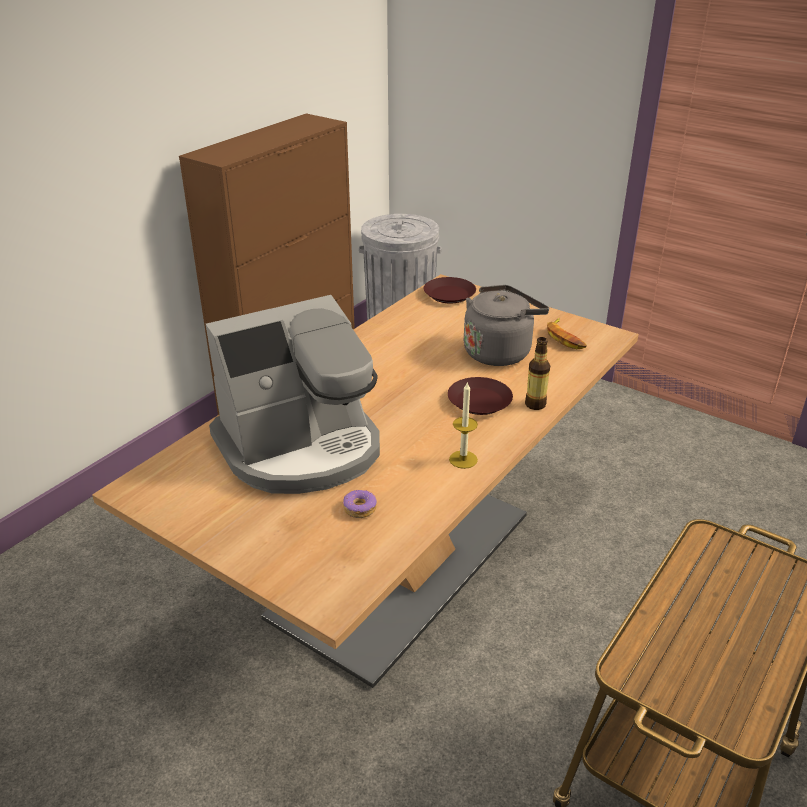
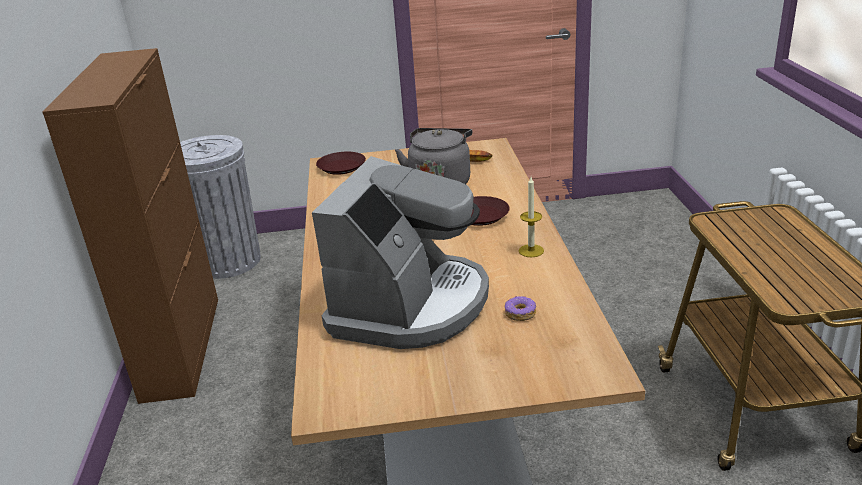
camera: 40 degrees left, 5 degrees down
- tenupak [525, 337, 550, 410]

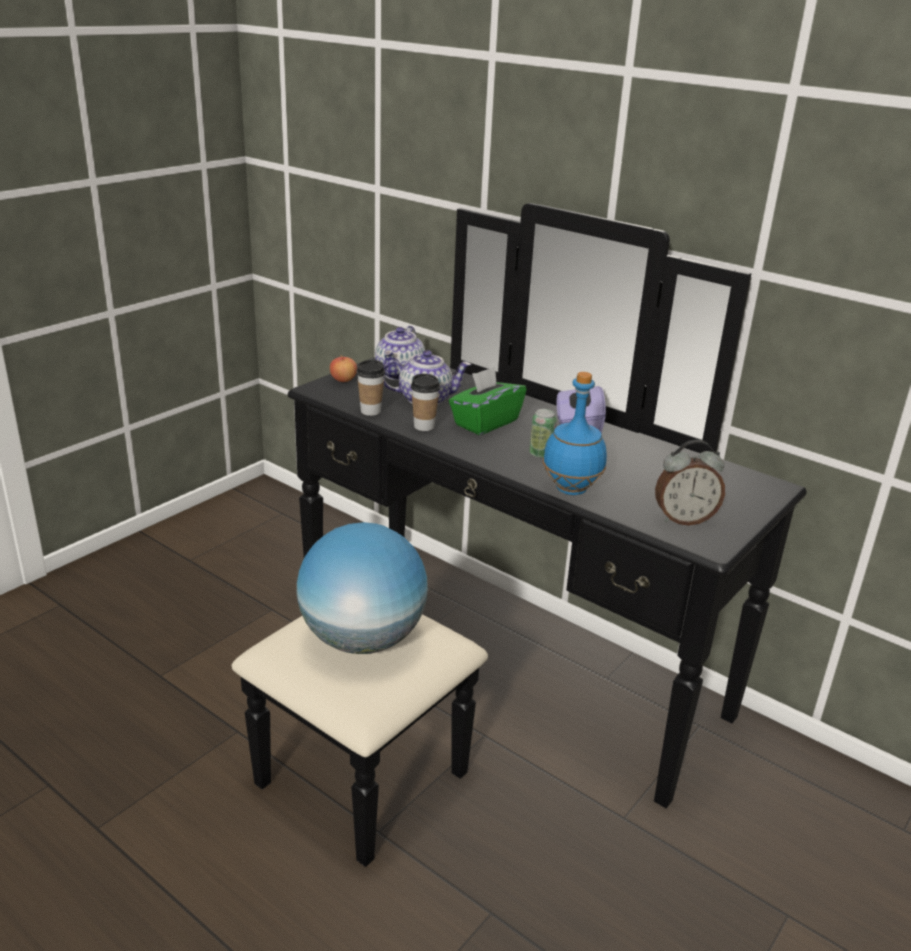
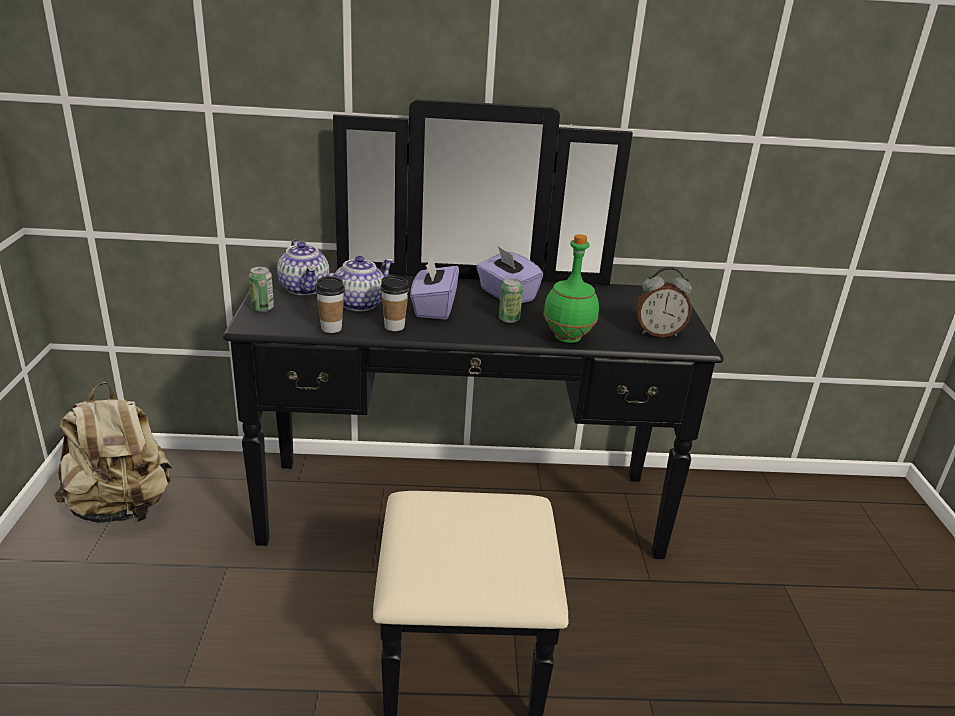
camera: 40 degrees left, 0 degrees up
- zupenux [297, 522, 428, 654]
~ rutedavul [330, 355, 357, 382] to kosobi [249, 267, 274, 312]
~ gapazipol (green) [449, 367, 527, 435] to gapazipol (purple) [410, 256, 459, 320]
~ tenupak (blue) [543, 372, 607, 495] to tenupak (green) [543, 234, 599, 343]
~ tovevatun [655, 440, 725, 526] = [636, 267, 692, 337] 45 degrees clockwise
+ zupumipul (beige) [54, 382, 172, 523]

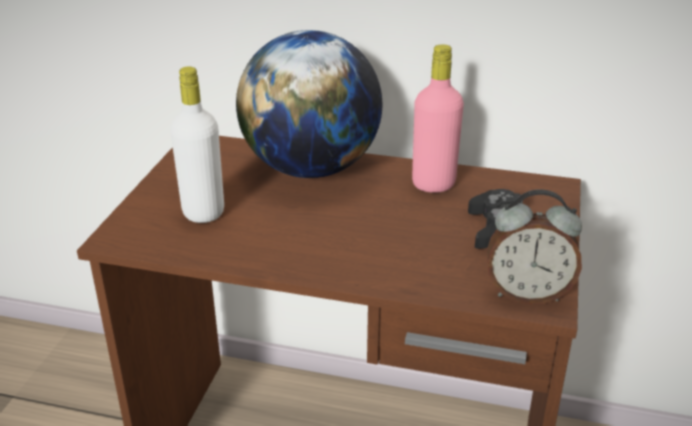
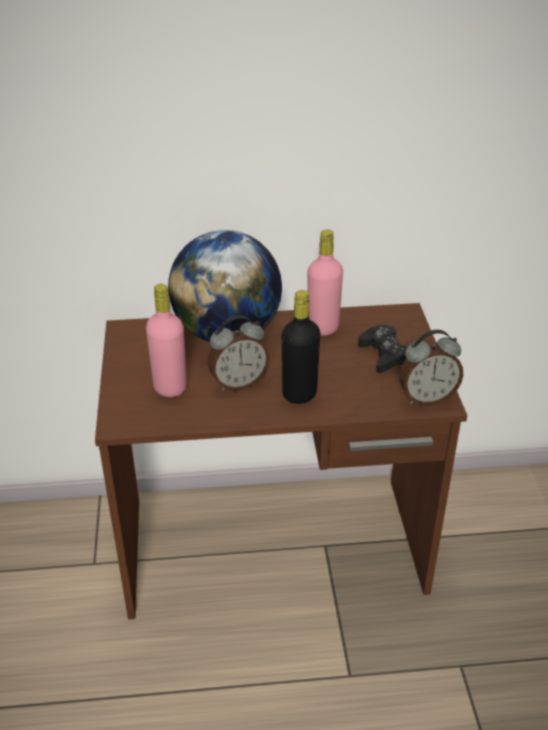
camera: 20 degrees left, 5 degrees up
~ tenupak (white) [170, 67, 224, 223] to tenupak (pink) [146, 284, 187, 397]
+ tovevatun [208, 315, 270, 391]
+ tenupak (black) [282, 290, 320, 404]

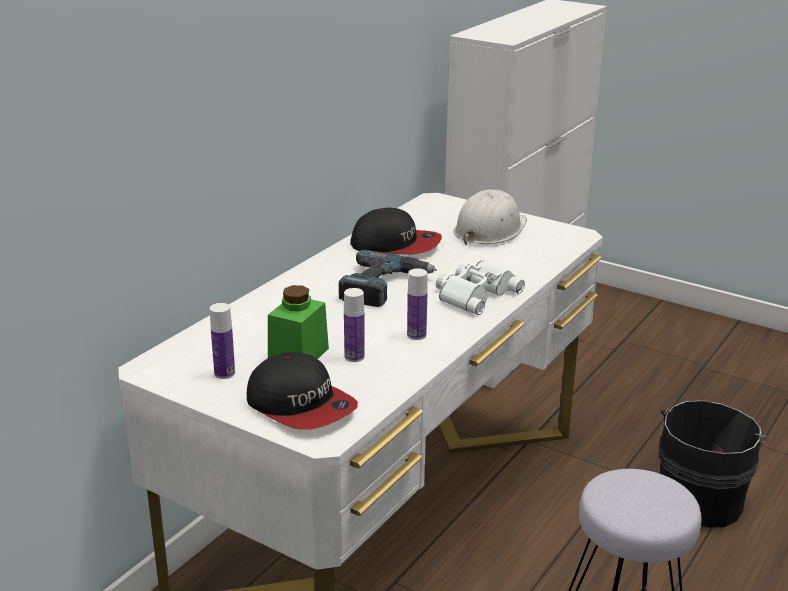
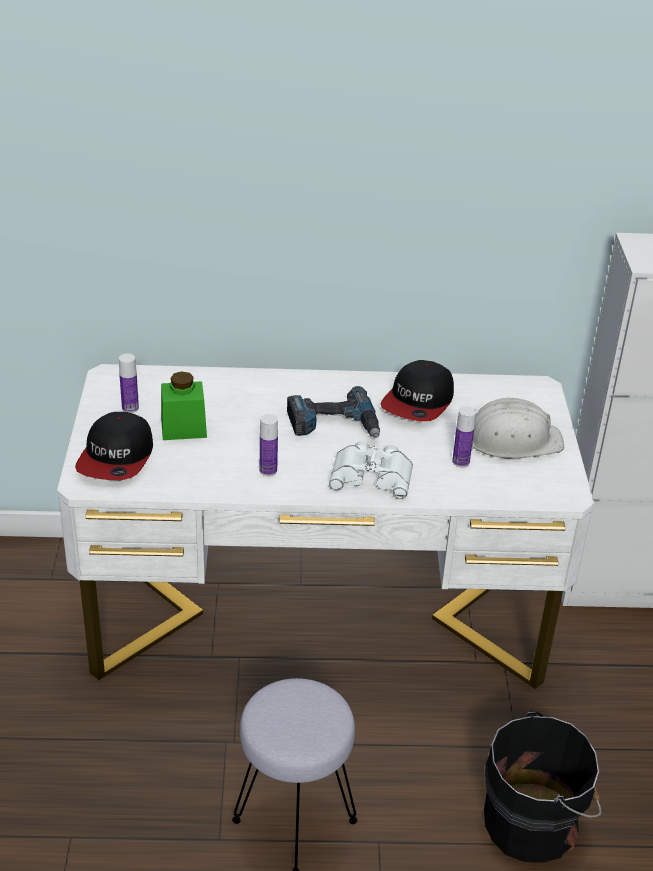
camera: 55 degrees right, 10 degrees up
~ tenupak [344, 288, 365, 362] to [452, 406, 476, 467]
~ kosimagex [350, 208, 442, 254] = [381, 360, 454, 421] 45 degrees clockwise

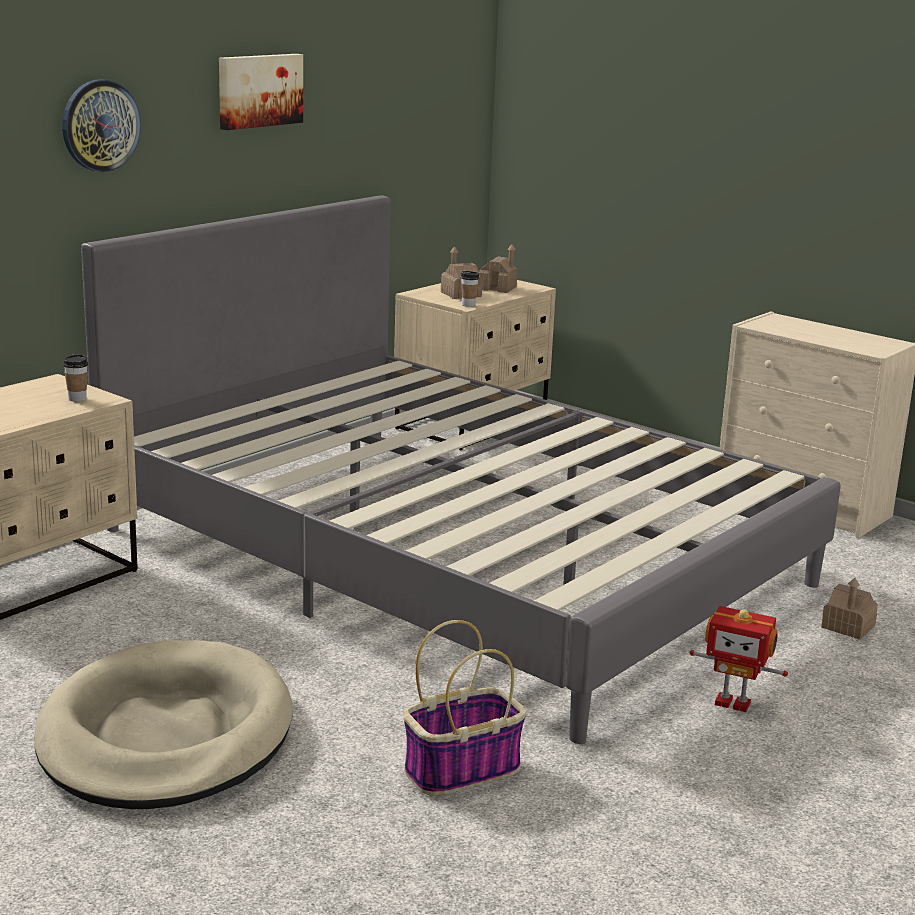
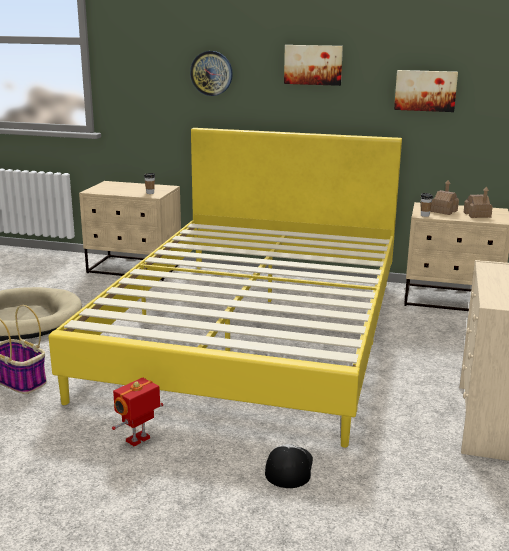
camera: 65 degrees right, 0 degrees up
~ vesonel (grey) [81, 195, 841, 744] to vesonel (yellow) [49, 128, 402, 448]
~ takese [690, 606, 788, 712] = [112, 377, 163, 447] 45 degrees clockwise
~ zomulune [821, 578, 878, 640] to kosimagex [265, 444, 313, 488]
+ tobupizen [394, 70, 458, 112]

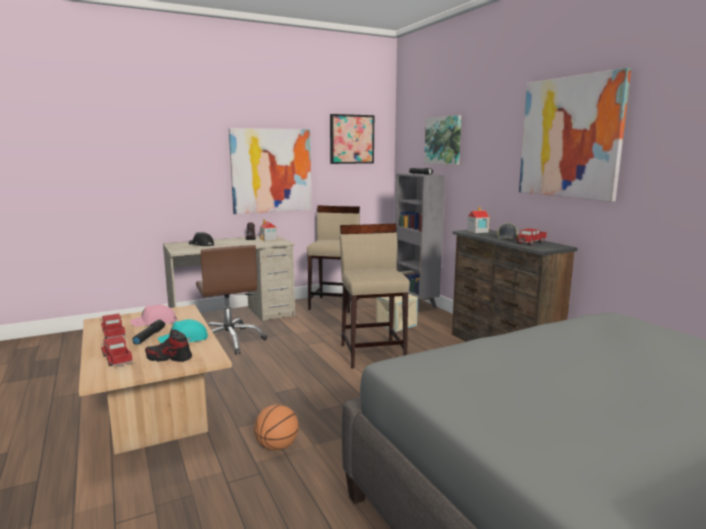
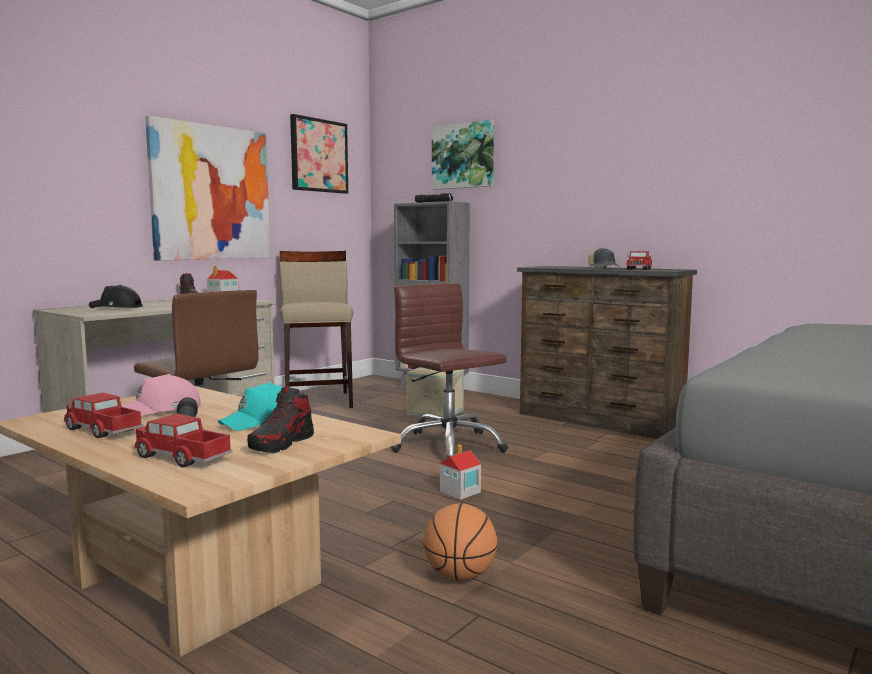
camera: 25 degrees left, 5 degrees down
~ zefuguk [145, 330, 192, 362] = [247, 387, 314, 453] 45 degrees counterclockwise
~ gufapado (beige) [340, 224, 410, 369] to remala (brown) [391, 283, 508, 459]
~ zomulune [467, 207, 490, 233] to [440, 444, 481, 500]
- tobupizen [519, 68, 631, 202]

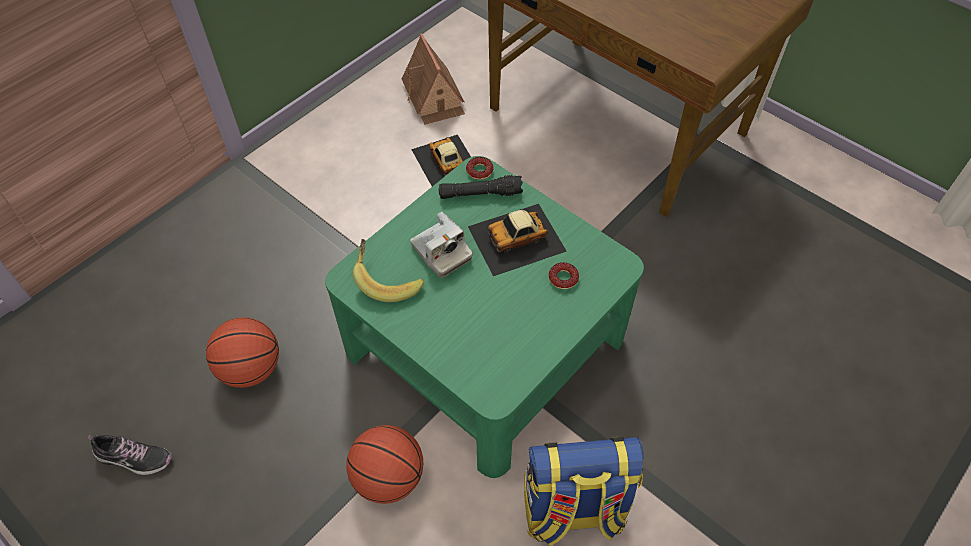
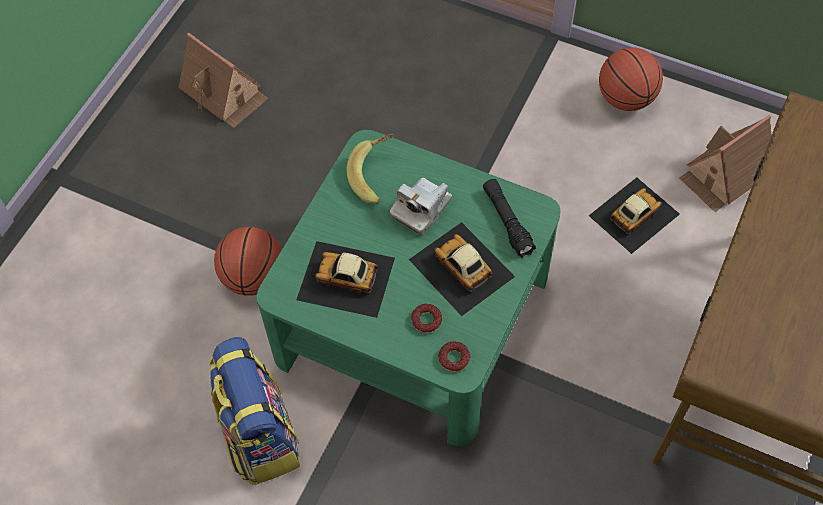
camera: 75 degrees right, 5 degrees up
~ zefuguk [88, 435, 172, 475] to zomulune [178, 33, 268, 128]
~ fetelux [206, 317, 279, 388] to [599, 47, 663, 111]
~ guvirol [466, 157, 493, 180] to [439, 341, 471, 372]
+ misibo [296, 241, 395, 318]

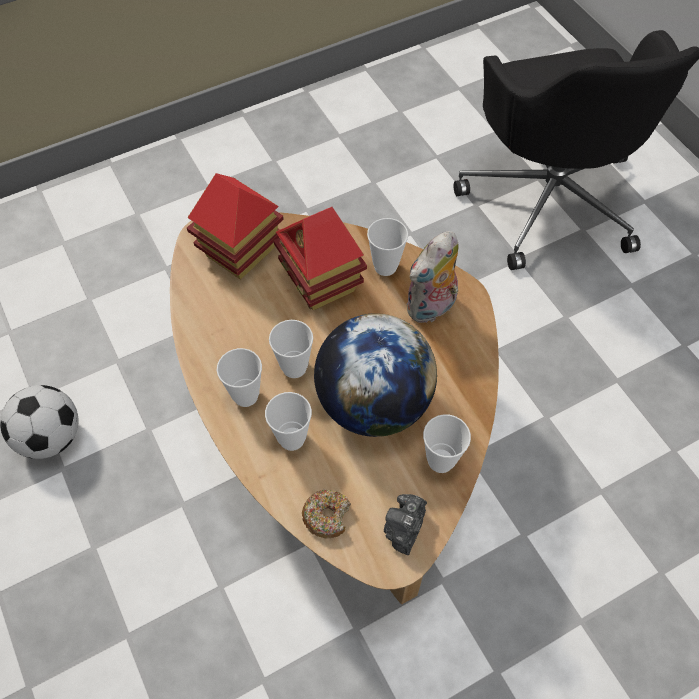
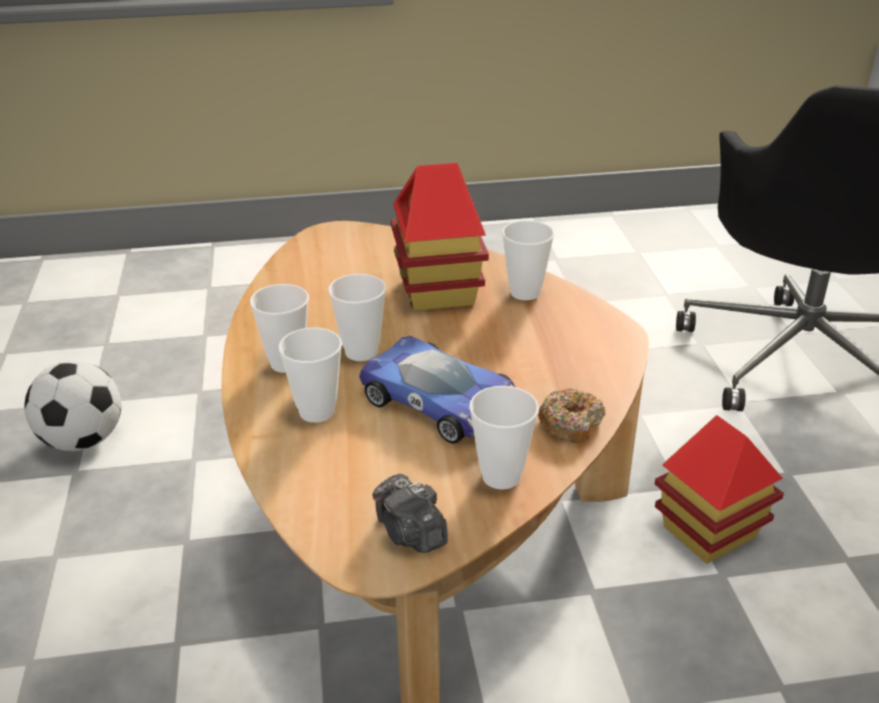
camera: 20 degrees right, 25 degrees down
~ zomulune [187, 173, 284, 280] to [655, 415, 784, 564]
~ guvirol [302, 489, 351, 539] to [538, 388, 605, 443]
~ zupenux [314, 313, 437, 437] to misibo [359, 336, 515, 444]
~ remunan [384, 494, 427, 555] = [372, 474, 448, 553] 75 degrees counterclockwise
- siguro [406, 231, 459, 324]

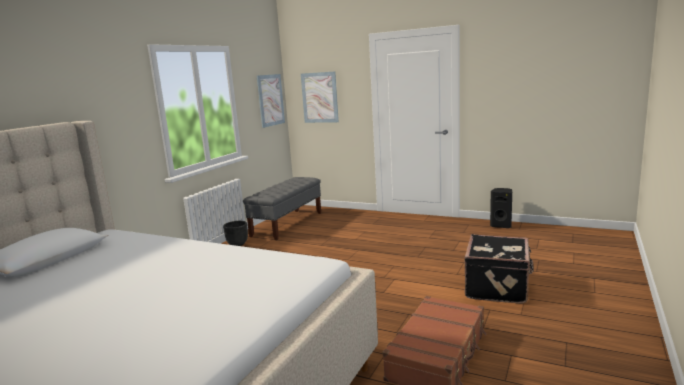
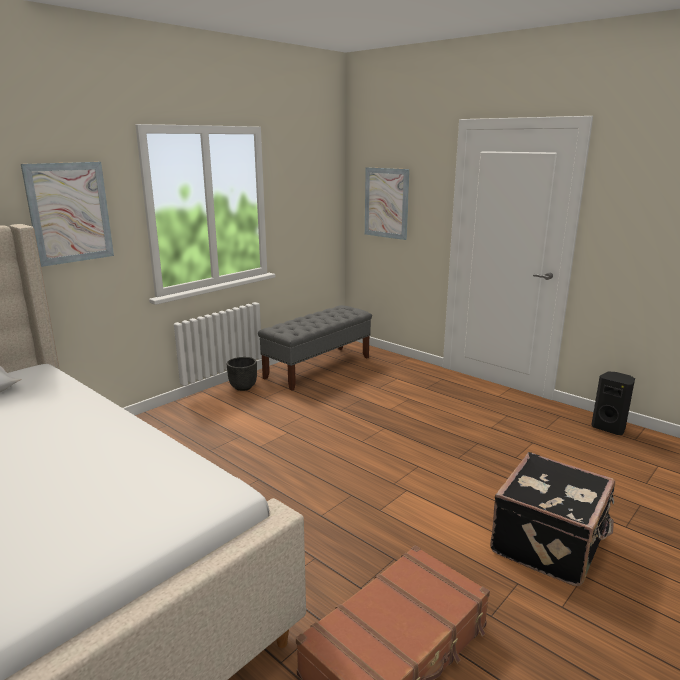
camera: 15 degrees right, 5 degrees up
~ tobupizen [257, 74, 285, 128] to [21, 162, 114, 267]

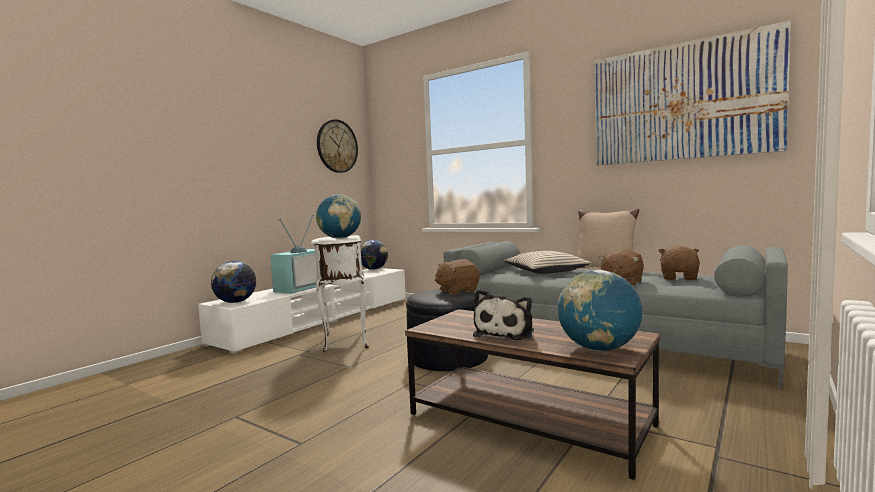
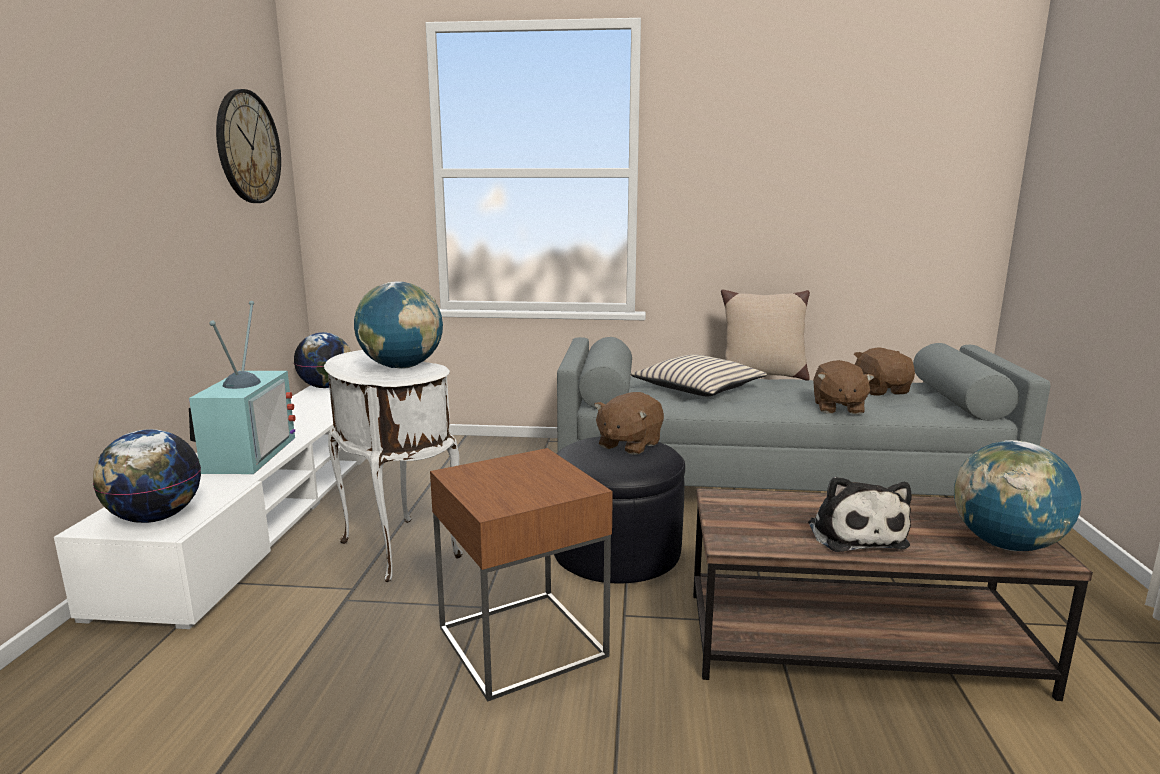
camera: 30 degrees left, 10 degrees up
- tobupizen [595, 21, 791, 165]
+ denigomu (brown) [430, 448, 613, 701]

